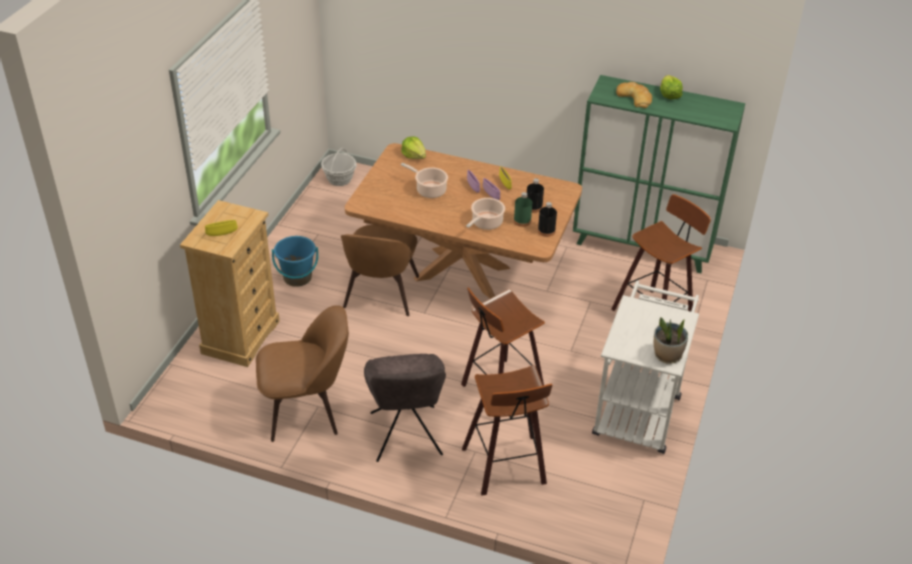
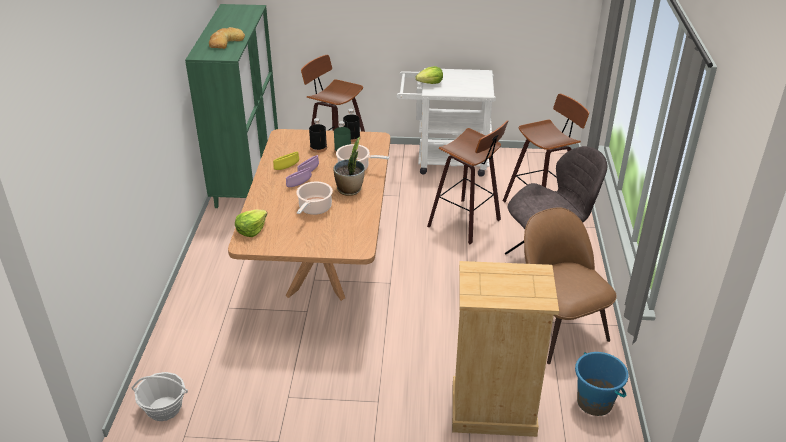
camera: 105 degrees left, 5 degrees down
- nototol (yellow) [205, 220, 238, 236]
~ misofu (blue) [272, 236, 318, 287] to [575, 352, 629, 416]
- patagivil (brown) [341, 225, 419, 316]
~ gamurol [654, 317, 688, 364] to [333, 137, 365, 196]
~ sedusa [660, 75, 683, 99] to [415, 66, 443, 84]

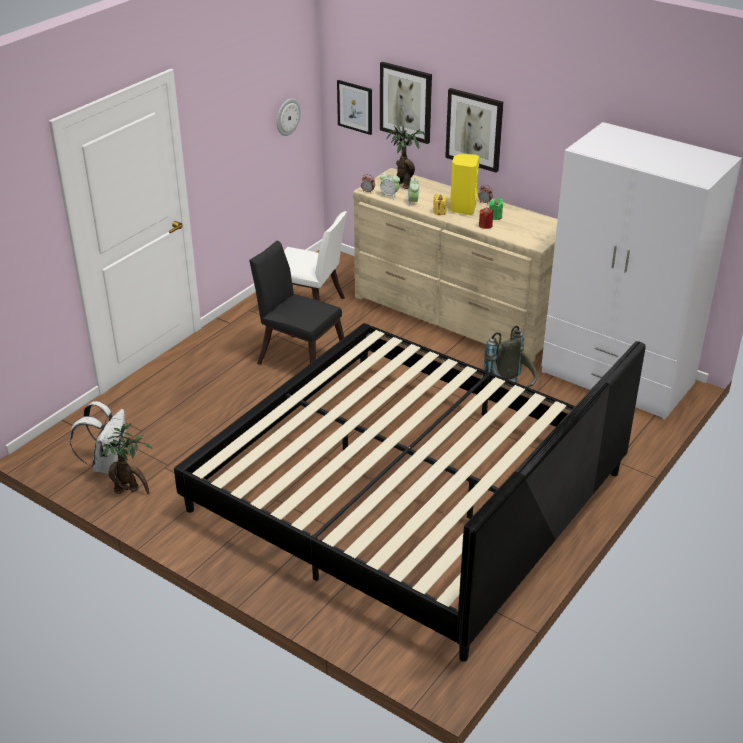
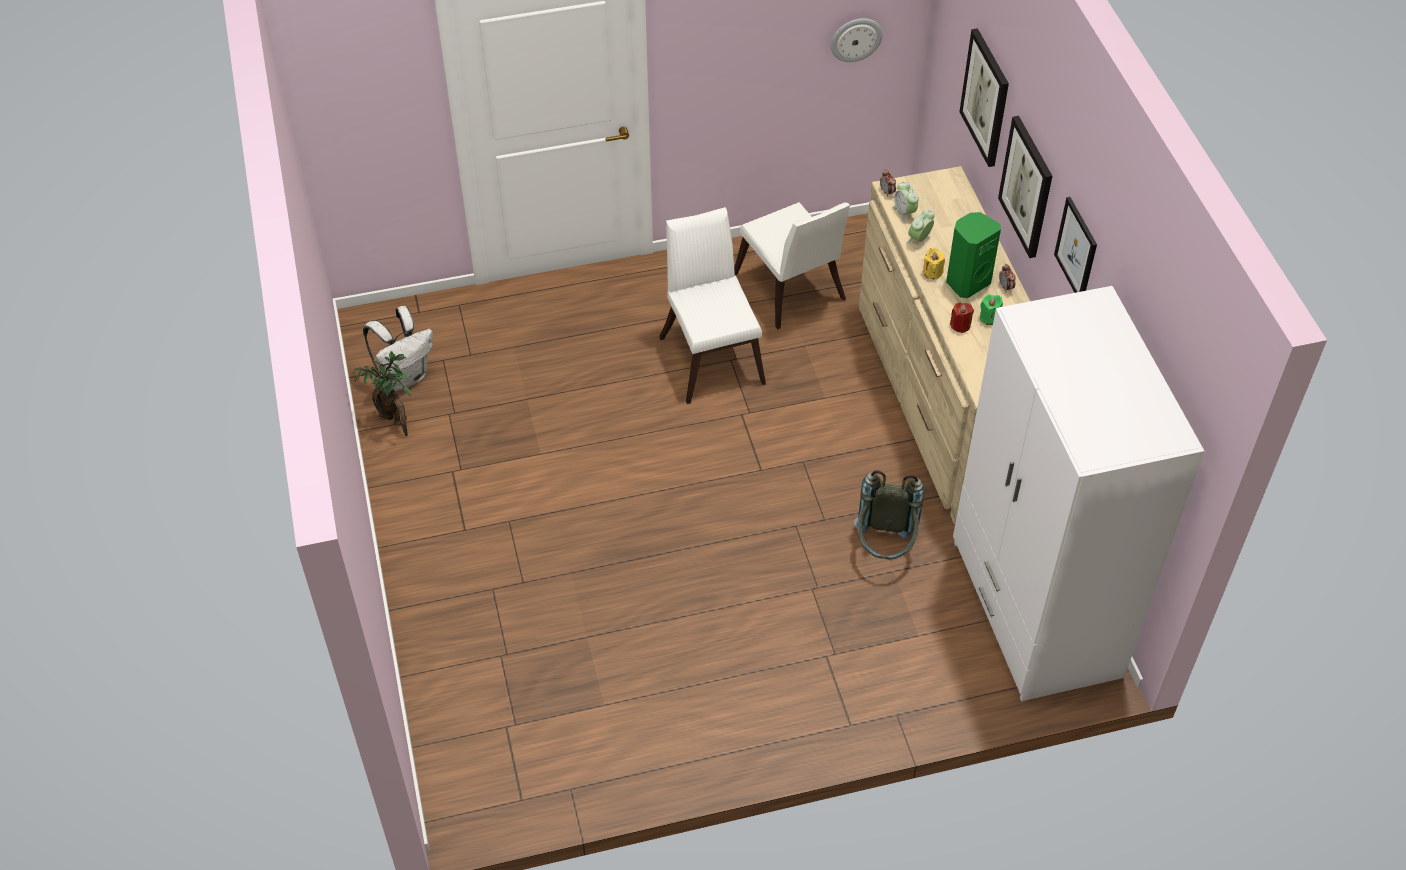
camera: 40 degrees right, 15 degrees up
- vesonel [174, 323, 646, 662]
~ patagivil (black) [249, 241, 344, 365] to patagivil (white) [659, 207, 766, 404]
~ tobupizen [337, 80, 372, 135] to [1054, 197, 1097, 293]
- gamurol [386, 125, 425, 189]
~ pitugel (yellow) [450, 154, 479, 215] to pitugel (green) [946, 212, 1001, 298]

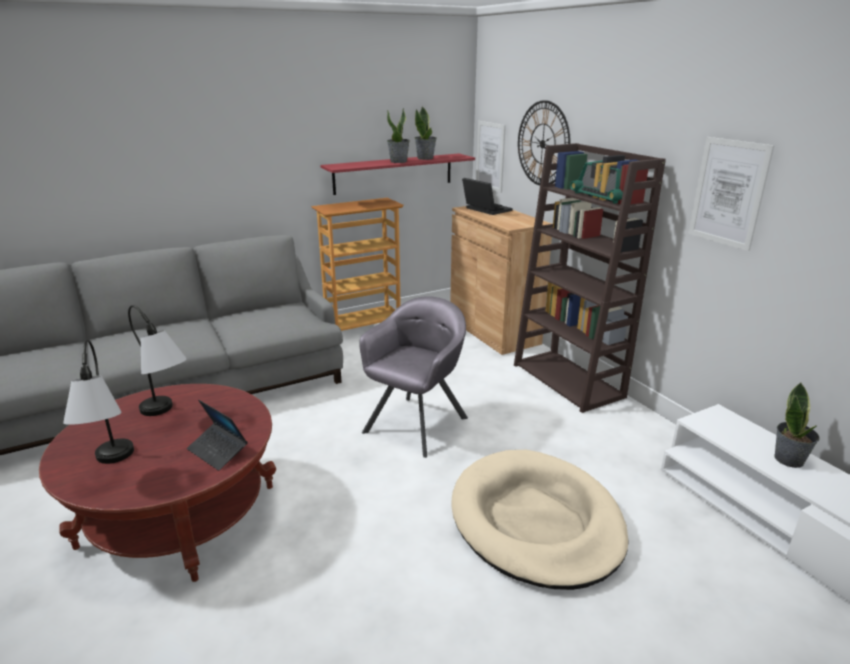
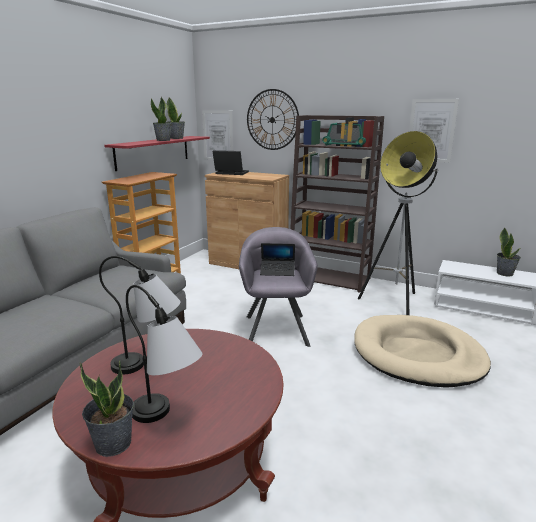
camera: 35 degrees left, 5 degrees down
~ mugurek [187, 400, 248, 471] to [260, 243, 295, 276]
+ gamurol [79, 360, 134, 457]
+ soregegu [358, 131, 438, 315]

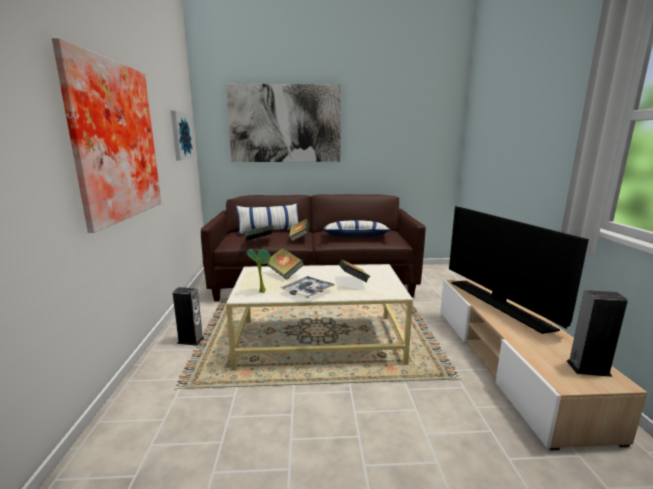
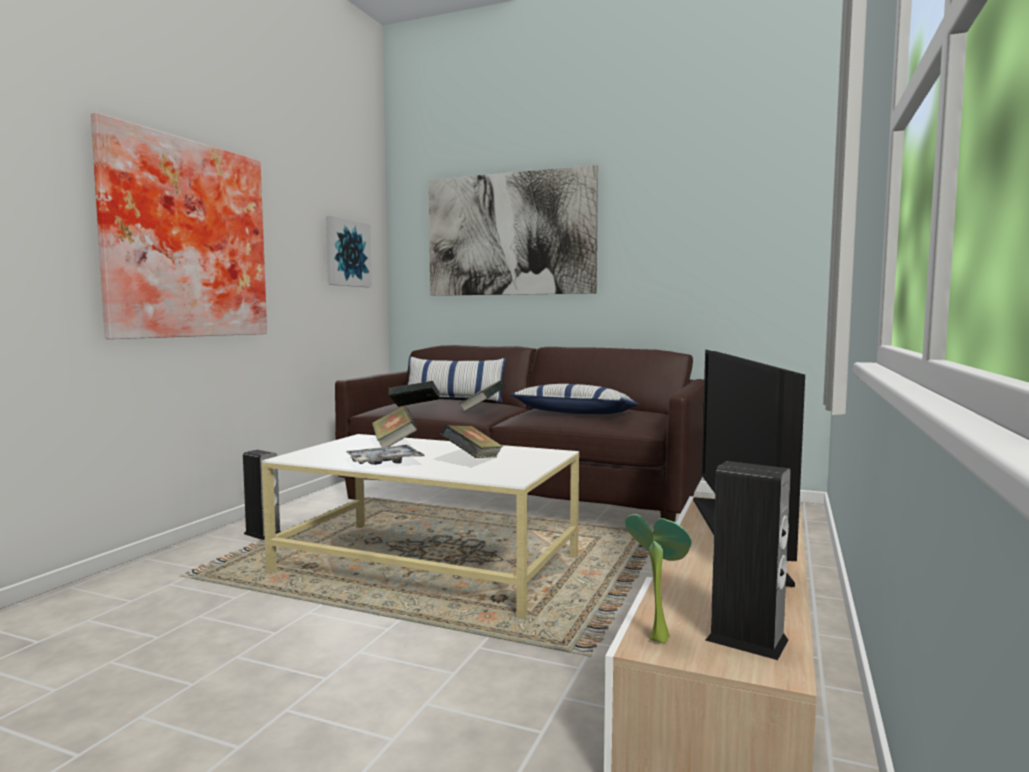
camera: 25 degrees right, 10 degrees down
~ gamurol [247, 249, 271, 293] to [625, 514, 692, 644]

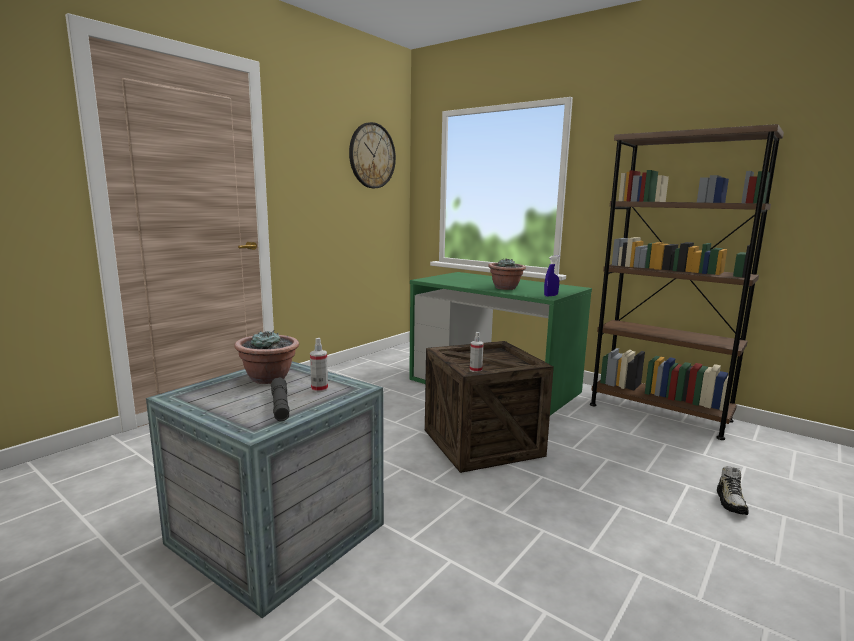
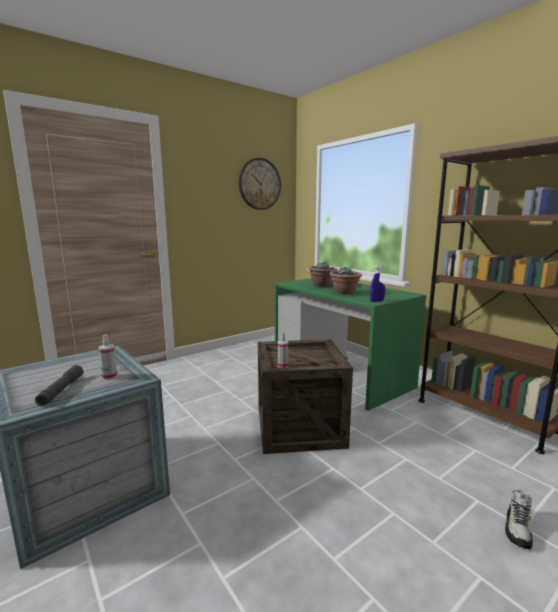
camera: 15 degrees right, 0 degrees up
~ gamurol [234, 330, 299, 384] to [308, 263, 337, 287]

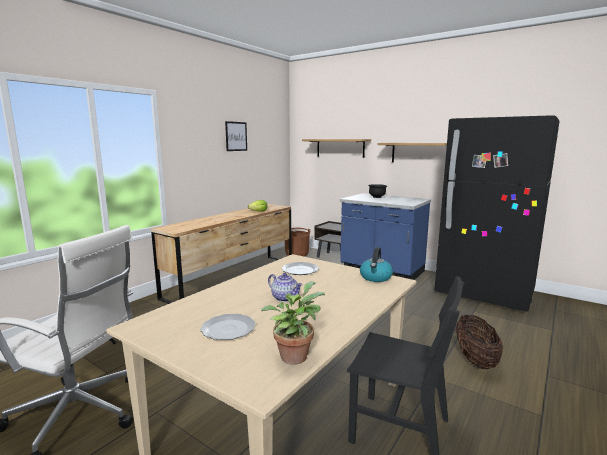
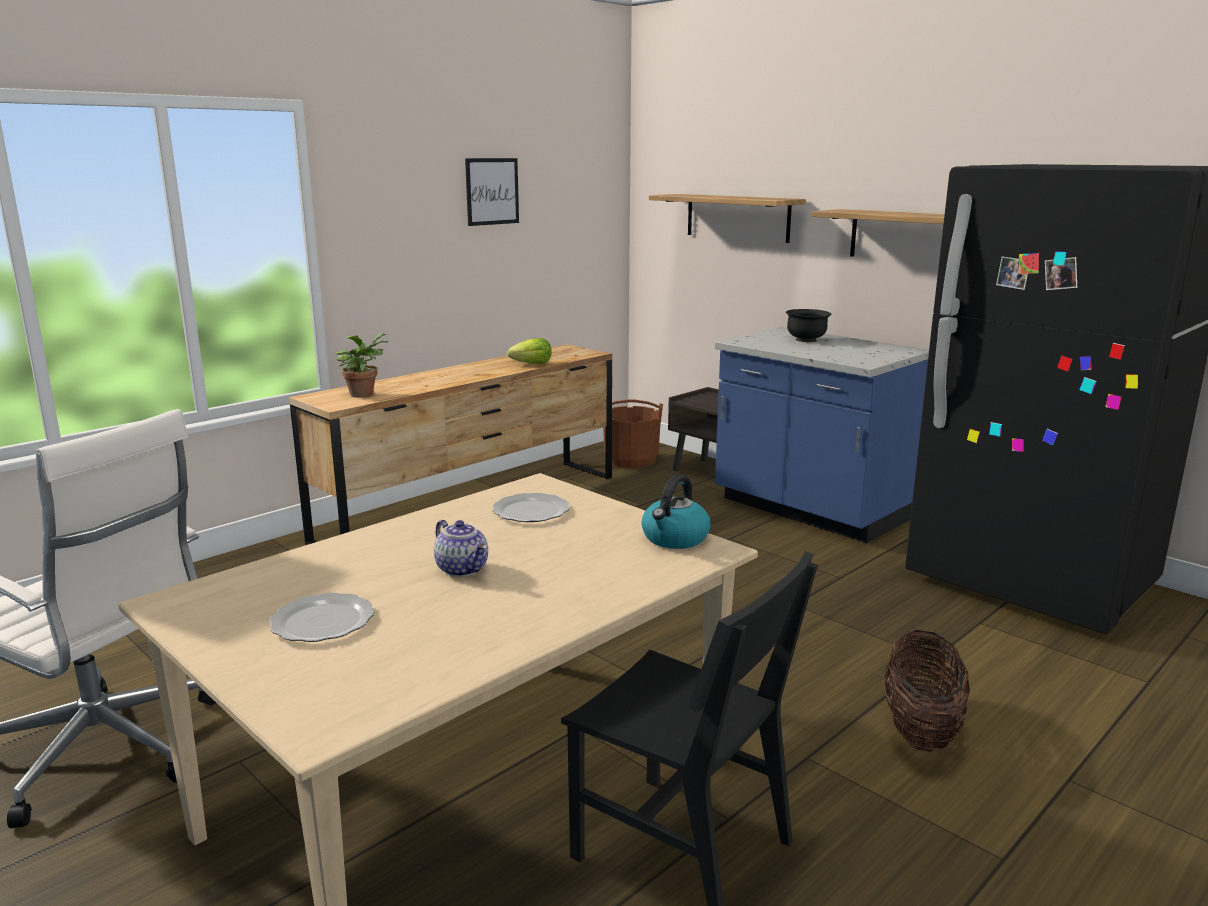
camera: 10 degrees right, 5 degrees up
~ gamurol [261, 281, 325, 365] to [336, 333, 388, 398]

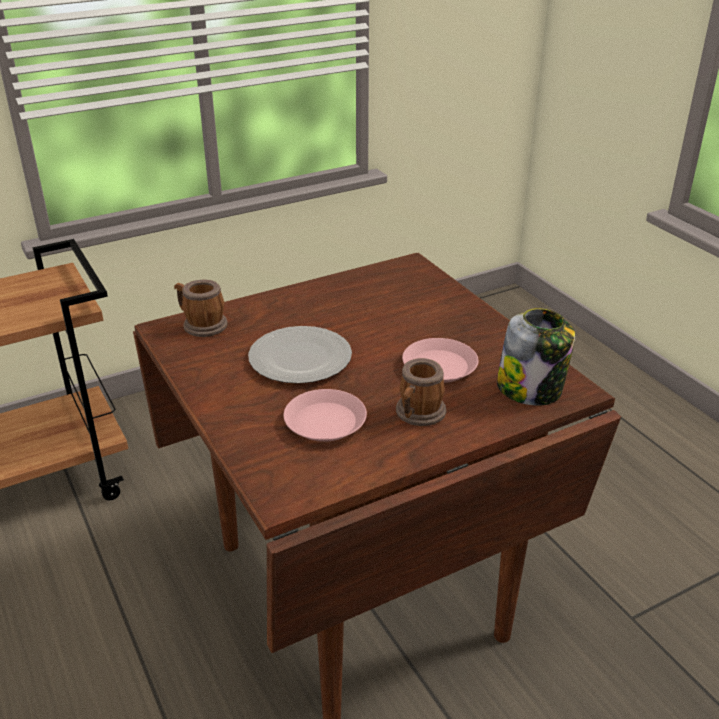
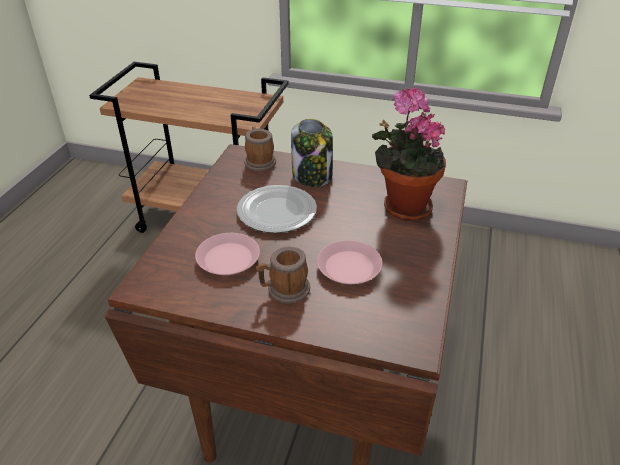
camera: 45 degrees right, 5 degrees up
~ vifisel [497, 308, 575, 406] to [291, 119, 333, 187]
+ gamurol [372, 87, 446, 221]

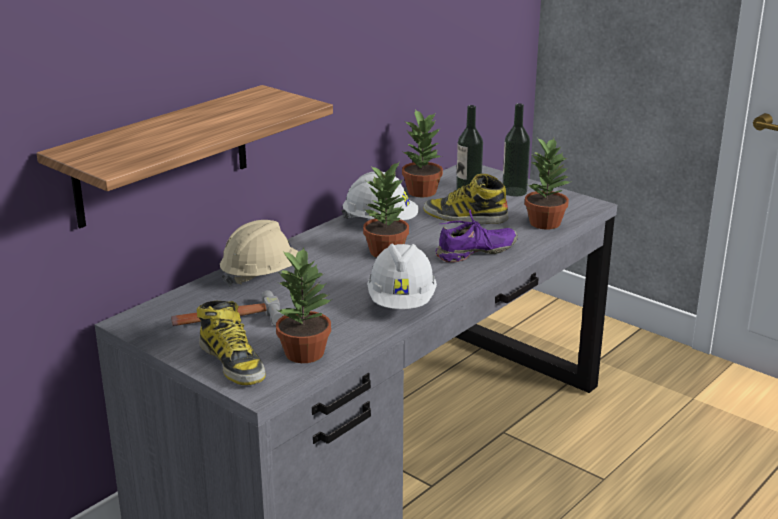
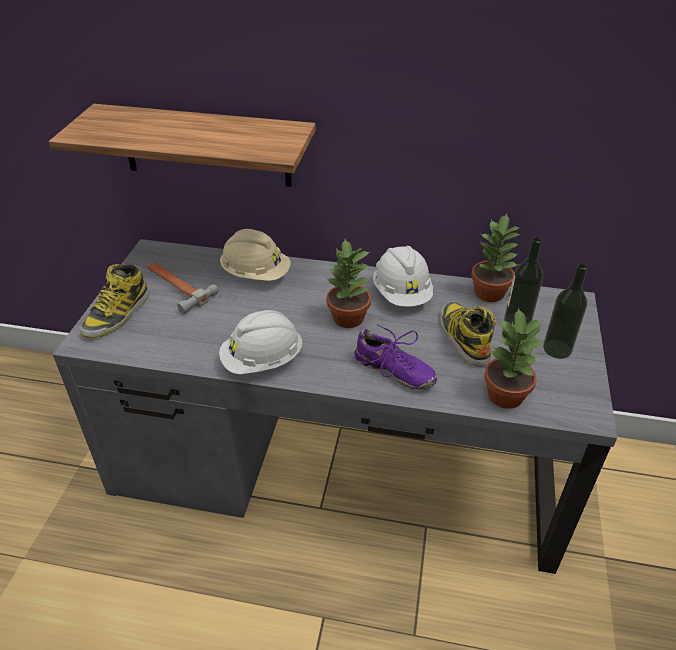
camera: 60 degrees right, 15 degrees up
- gamurol [276, 247, 332, 363]

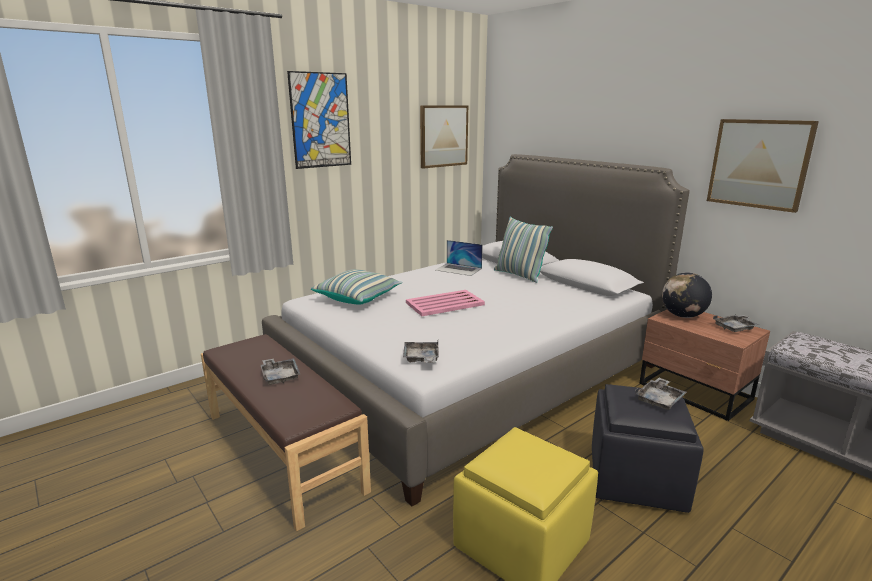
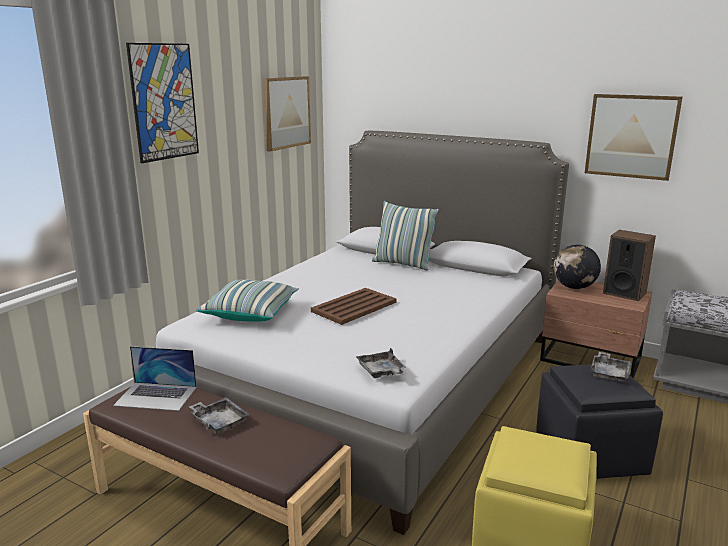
camera: 20 degrees left, 0 degrees up
~ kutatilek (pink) [406, 290, 485, 316] to kutatilek (brown) [311, 288, 397, 325]
~ mugurek [436, 240, 483, 276] to [113, 346, 197, 411]
~ kutatilek (grey) [713, 315, 759, 332] to pitugel [603, 230, 656, 301]

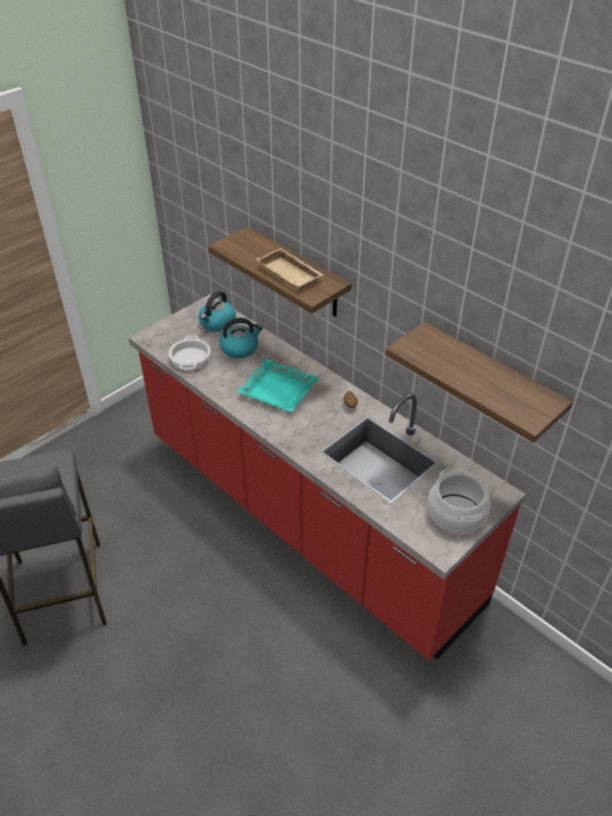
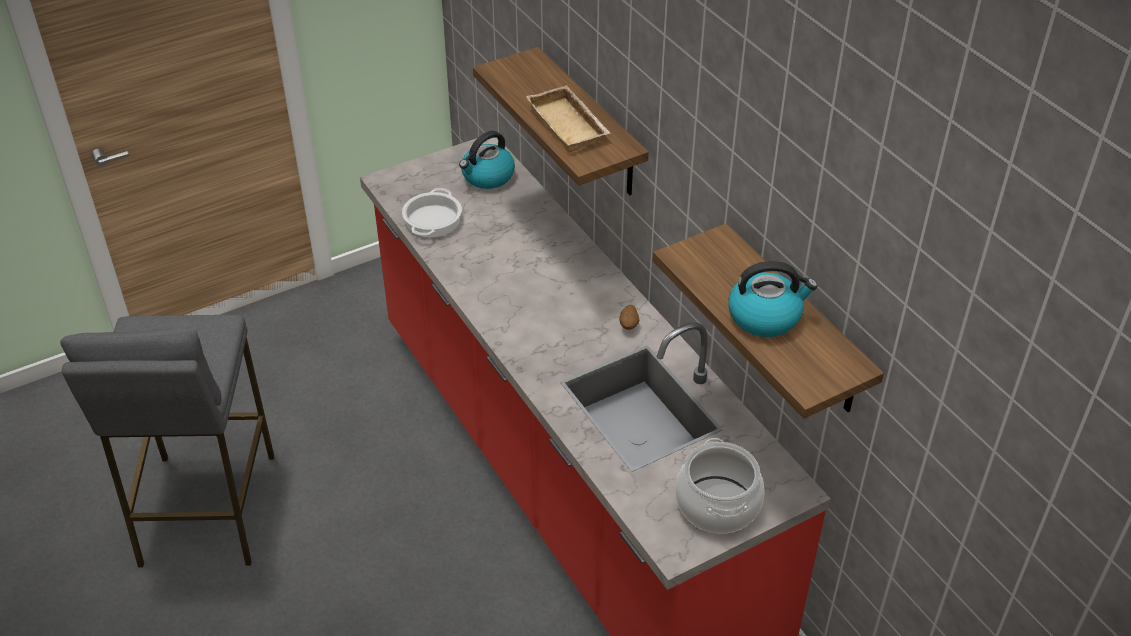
camera: 15 degrees right, 0 degrees up
~ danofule [219, 318, 263, 358] to [729, 261, 817, 337]
- kutatilek (turquoise) [237, 359, 319, 412]

